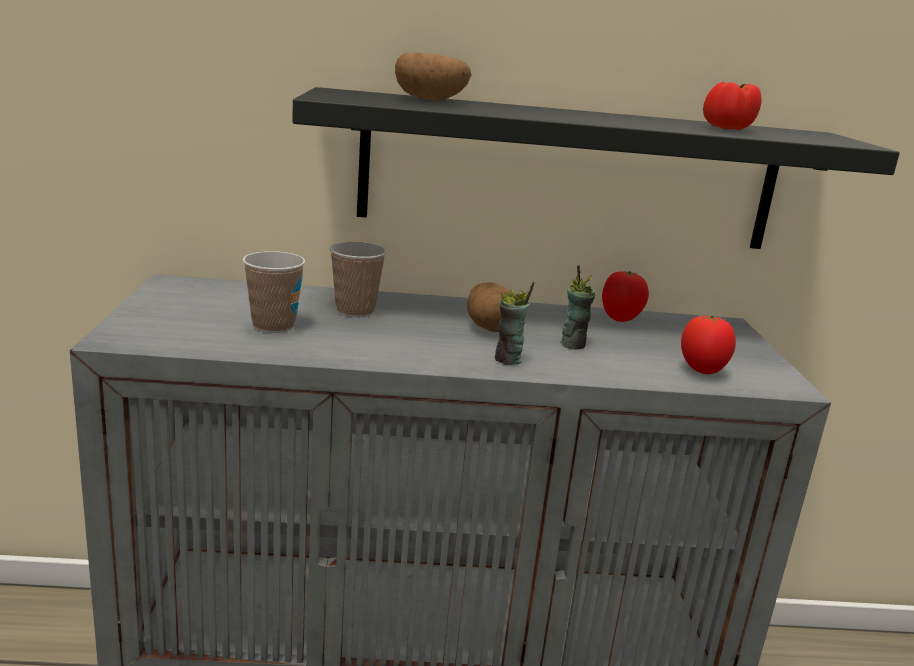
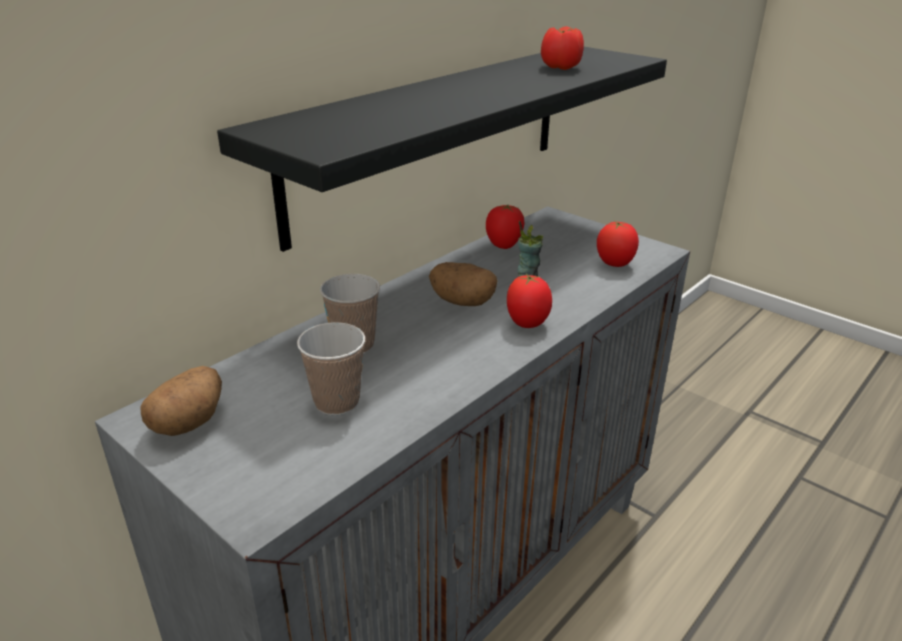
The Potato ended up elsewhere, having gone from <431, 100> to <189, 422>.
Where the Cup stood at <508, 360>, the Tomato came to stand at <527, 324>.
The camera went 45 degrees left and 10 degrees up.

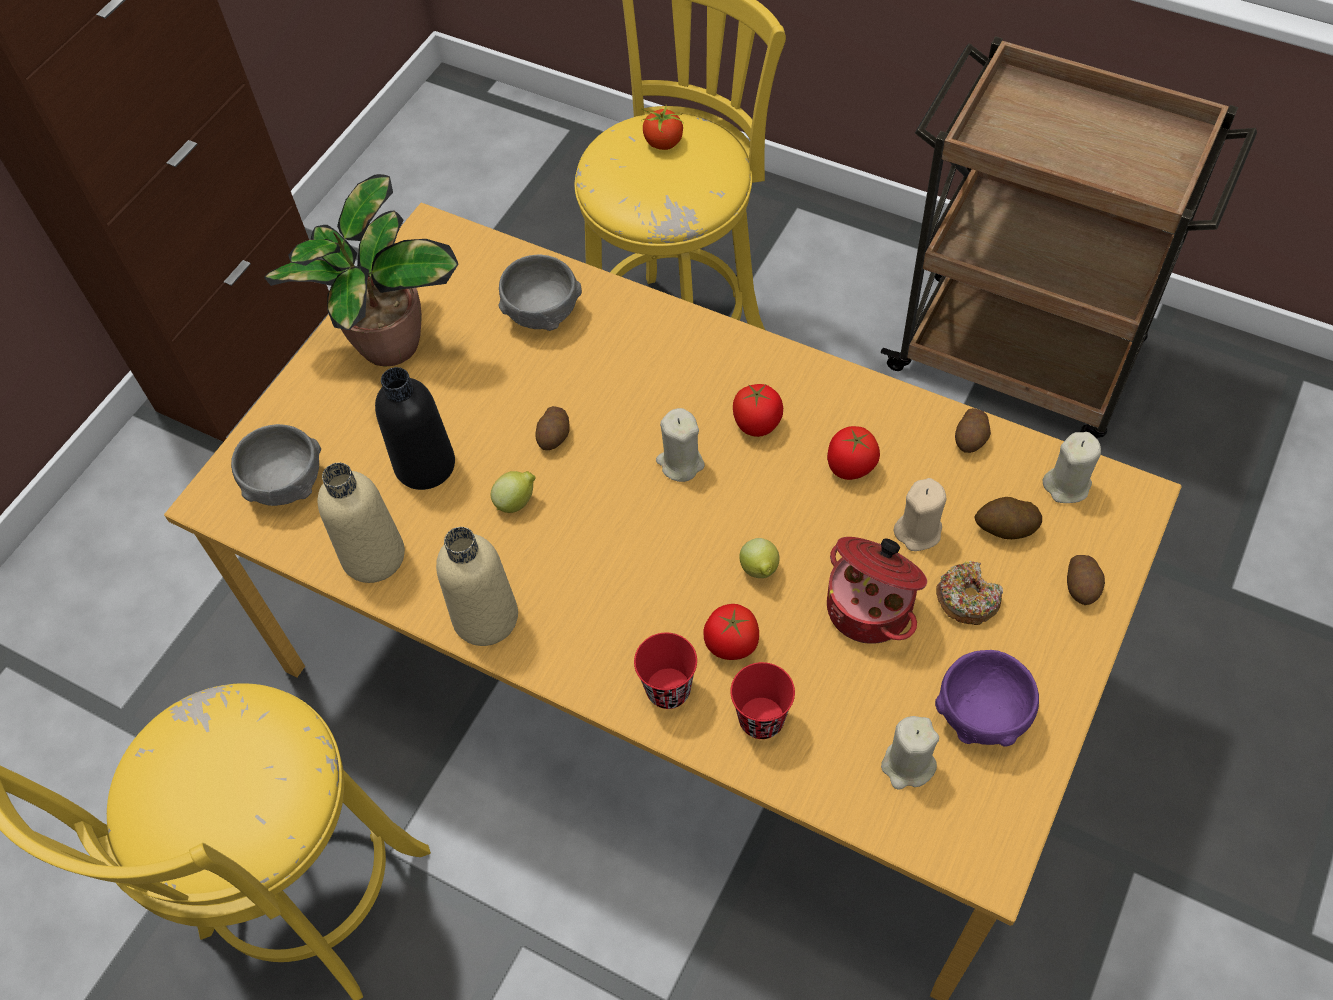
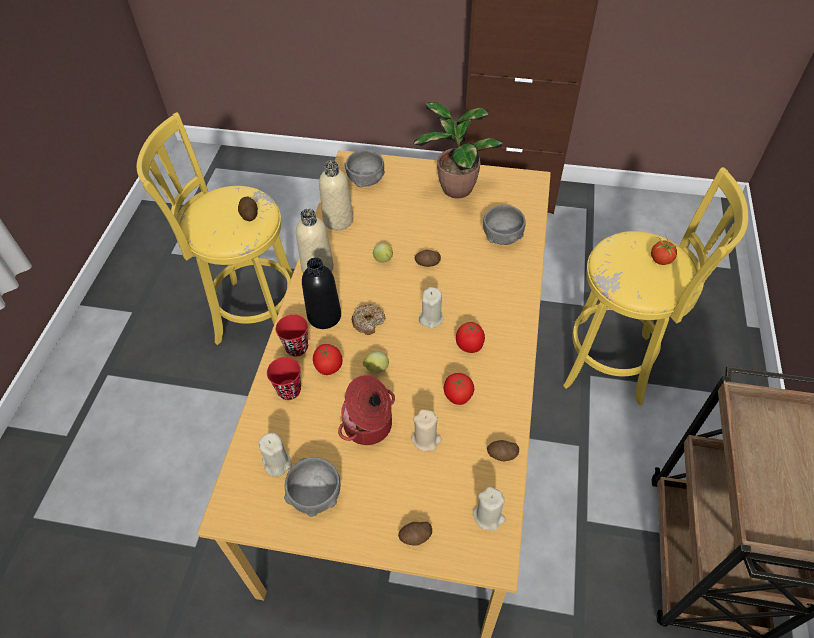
The BlackBottle ended up elsewhere, having gone from <425, 465> to <324, 316>.
The Donut ended up elsewhere, having gone from <967, 598> to <368, 322>.
The Potato ended up elsewhere, having gone from <1005, 528> to <249, 214>.
What was the PurpleBowl at <982, 715> turned into the GreyBowl at <315, 495>.
The camera went 70 degrees right and 5 degrees down.

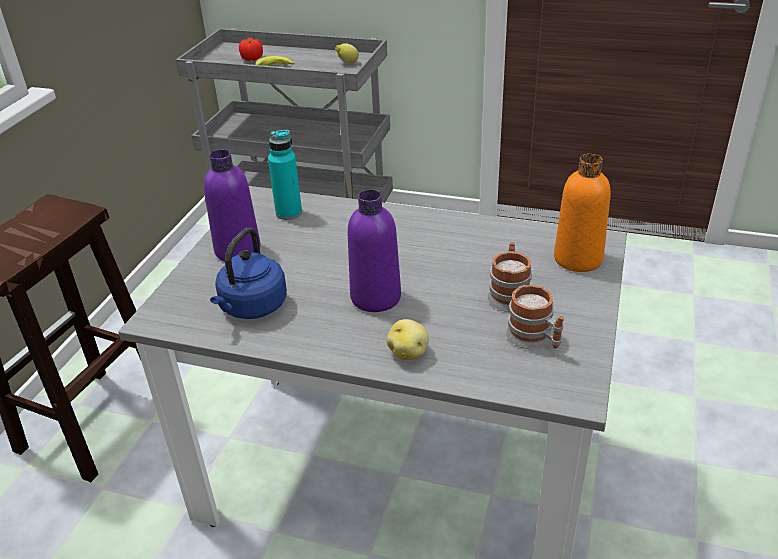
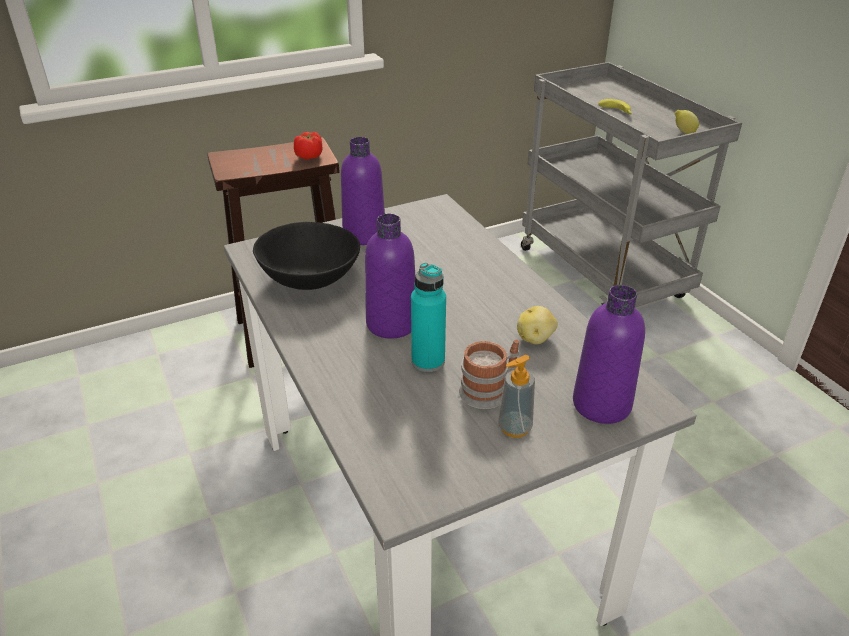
The second view lost the Mug at <535, 339>.
The second view gained the SoapDispenser at <514, 427>.
The Tomato ended up elsewhere, having gone from <252, 58> to <309, 156>.
The TurquoiseBottle ended up elsewhere, having gone from <289, 213> to <428, 361>.
The Potato ended up elsewhere, having gone from <408, 352> to <535, 338>.
Where the BlueKettle stood at <252, 308>, the BlackBowl came to stand at <309, 278>.
What was the OrangeBottle at <578, 259> turned into the PurpleBottle at <601, 404>.
The camera went 45 degrees right and 0 degrees up.

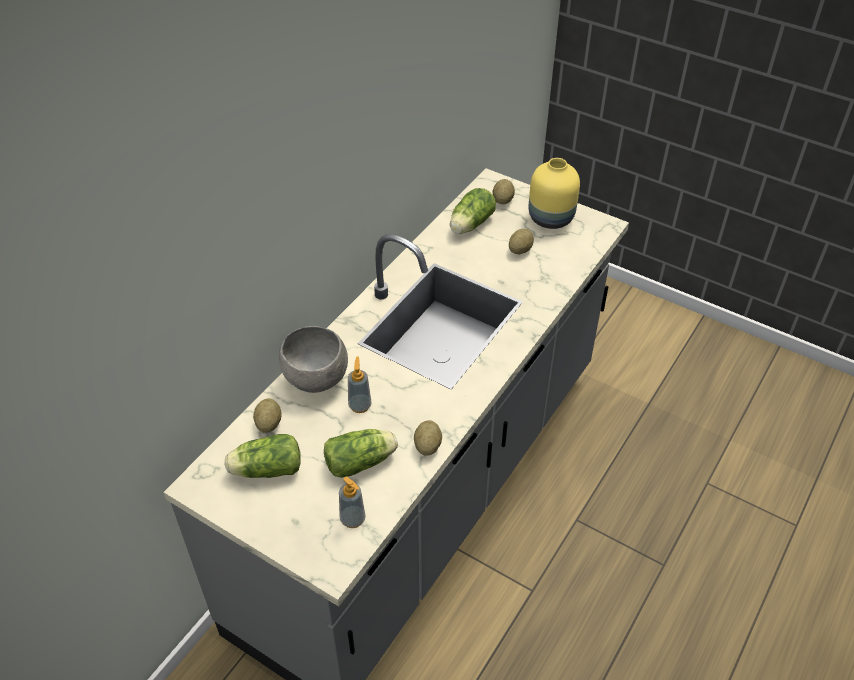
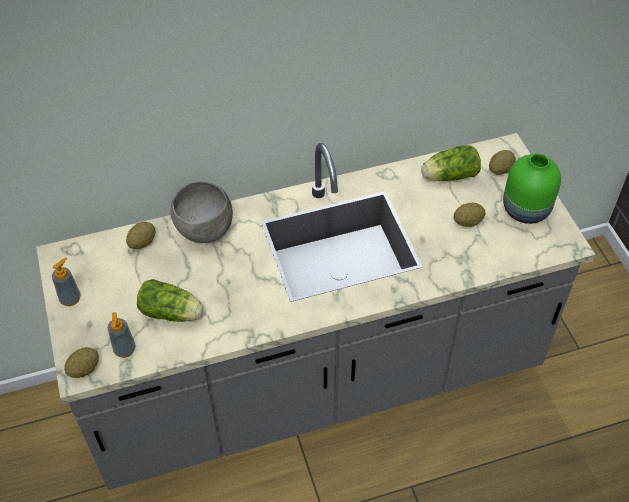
The second view lost the Lettuce at <265, 470>.
The SoapDispenser ended up elsewhere, having gone from <360, 405> to <70, 299>.
The Potato ended up elsewhere, having gone from <427, 446> to <84, 369>.
What was the YellowVase at <552, 218> turned into the GreenVase at <527, 210>.
The camera went 40 degrees right and 5 degrees up.

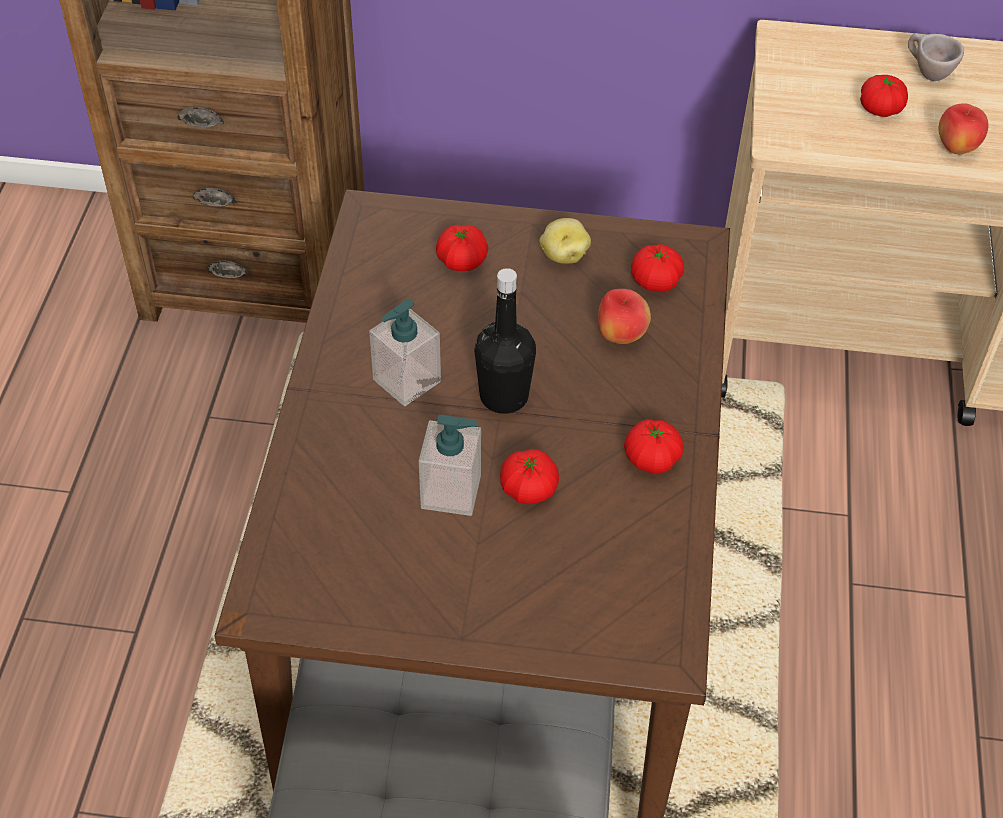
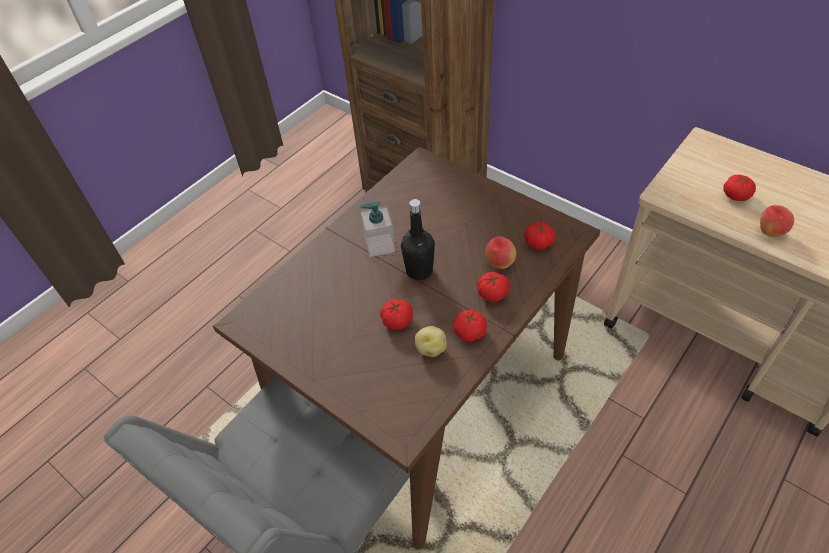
The second view lost the SoapDispenser at <451, 492>.
The second view lost the BeigeCup at <926, 73>.
The Tomato ended up elsewhere, having gone from <462, 261> to <492, 293>.
The Potato ended up elsewhere, having gone from <563, 255> to <431, 348>.
The camera went 35 degrees right and 0 degrees up.

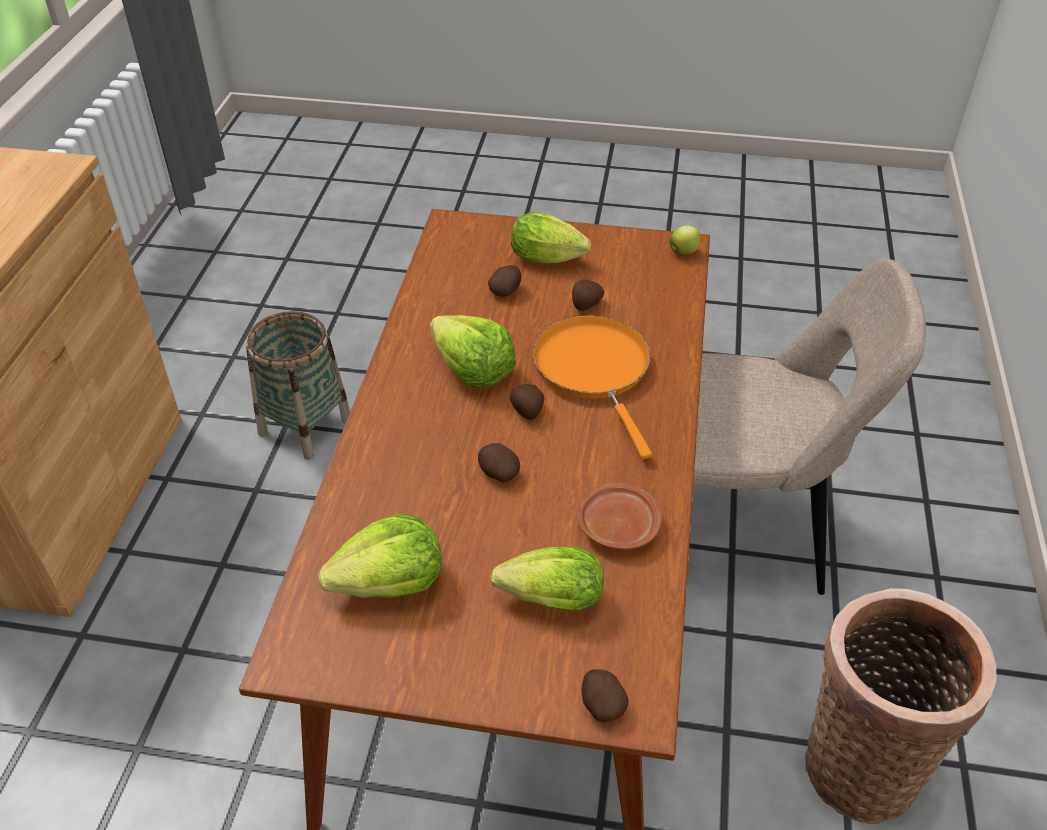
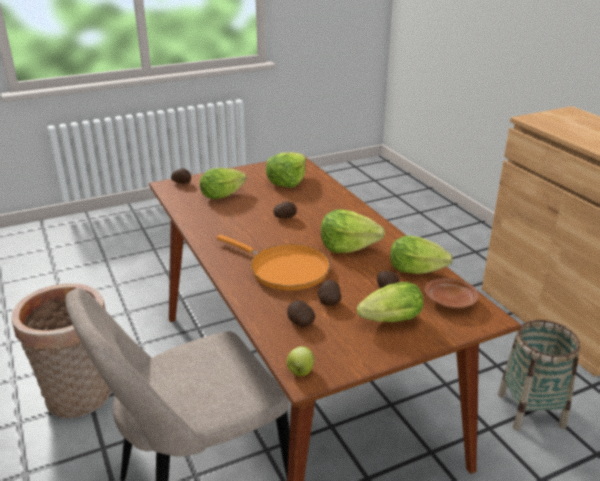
The second view gained the Lettuce at <419, 271>.
The Potato ended up elsewhere, having gone from <527, 411> to <299, 323>.
The BrownPlate ended up elsewhere, having gone from <617, 525> to <451, 301>.
The camera went 145 degrees right and 15 degrees down.

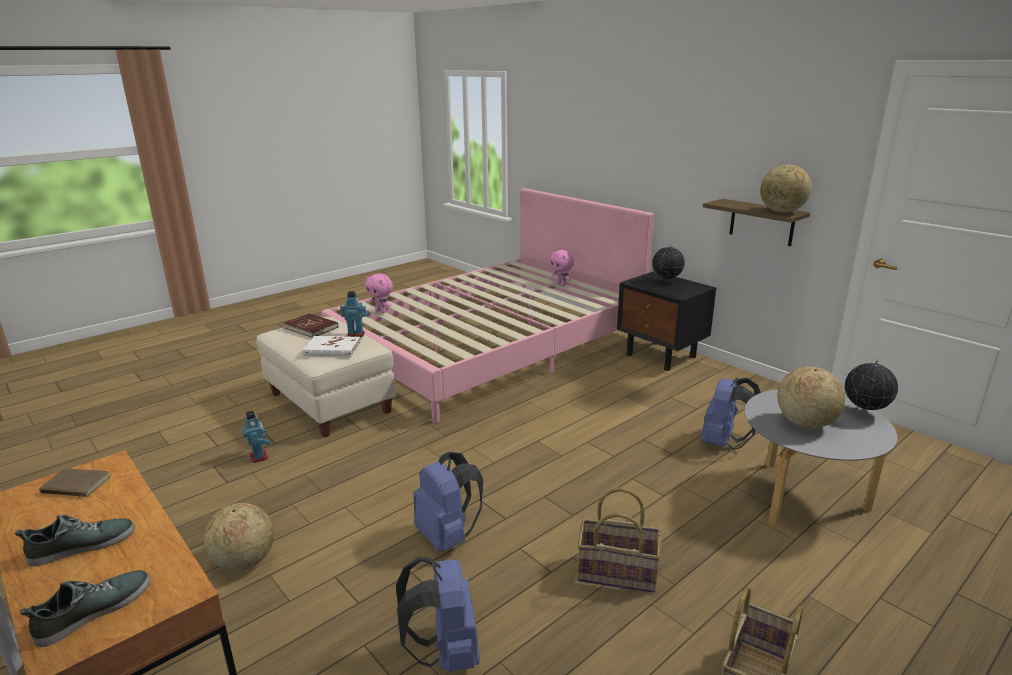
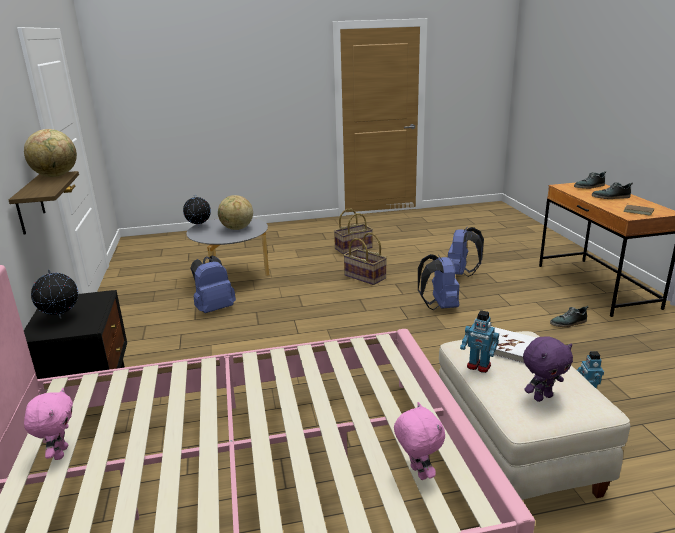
Where the Globe stood at <244, 562>, the Shoe came to stand at <568, 323>.
Where the RedBook stood at <311, 327>, the PurplePlushToy came to stand at <542, 397>.
The camera went 150 degrees left and 0 degrees up.

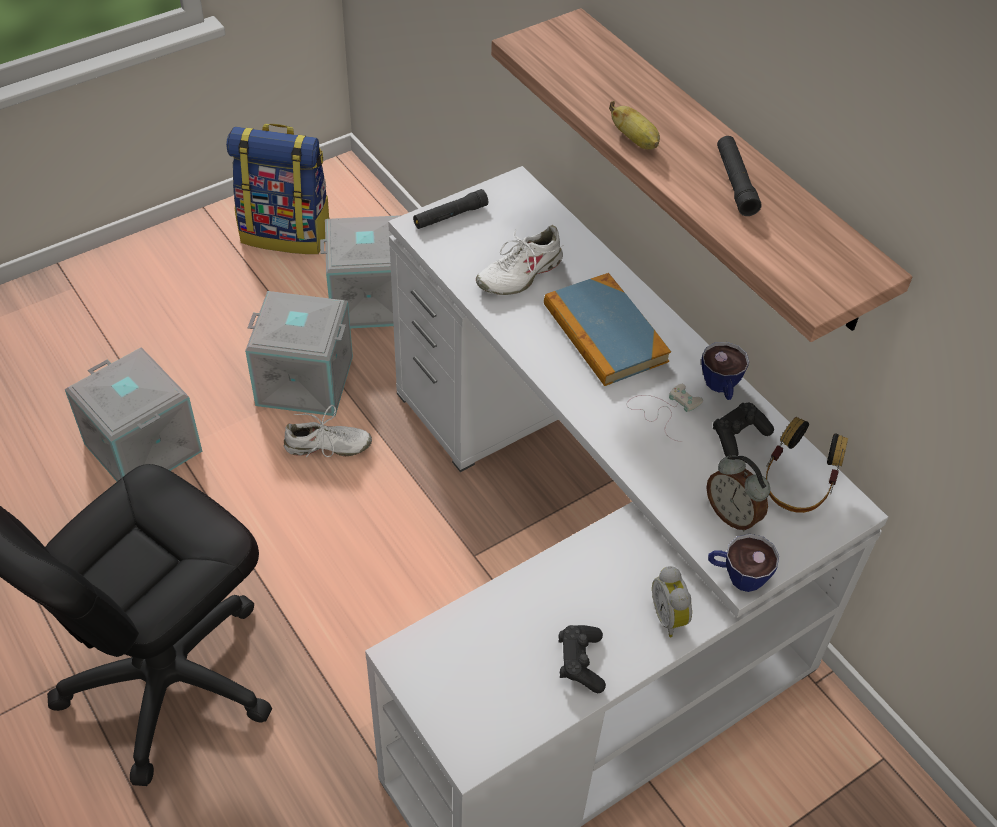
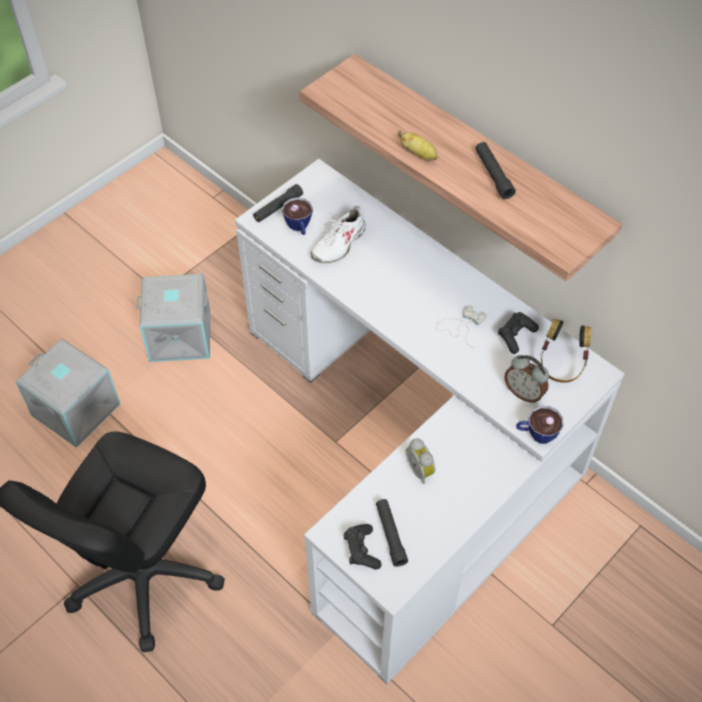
The second view lost the Backpack at <287, 233>.
The second view lost the WhiteShoe at <327, 447>.
The second view lost the GreyStorageBox at <369, 298>.
The second view lost the Book at <604, 333>.
The second view gained the BlackFlashlight at <390, 535>.
The BlackGameController ended up elsewhere, having gone from <580, 663> to <361, 550>.
The AlarmClock ended up elsewhere, having gone from <670, 617> to <421, 470>.
The Cup ended up elsewhere, having gone from <721, 387> to <299, 227>.
The camera went 10 degrees left and 5 degrees up.

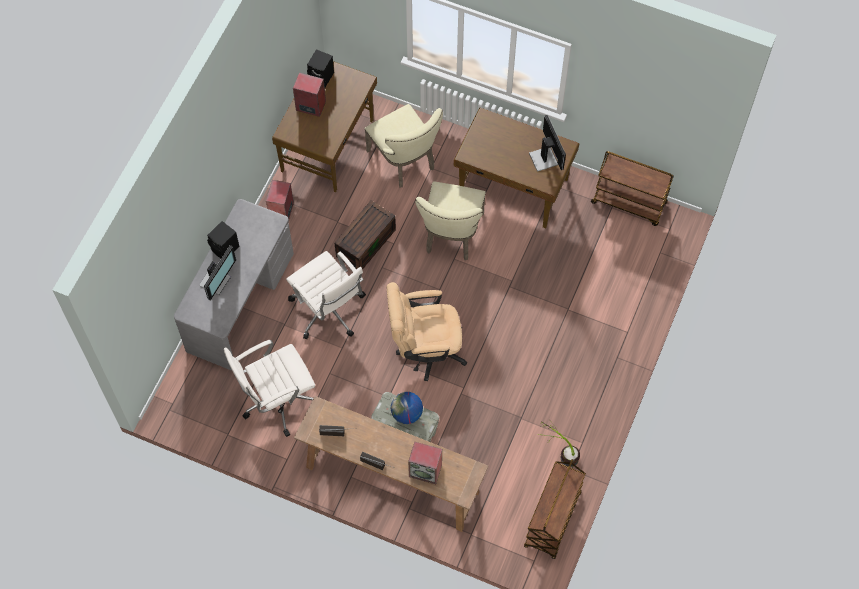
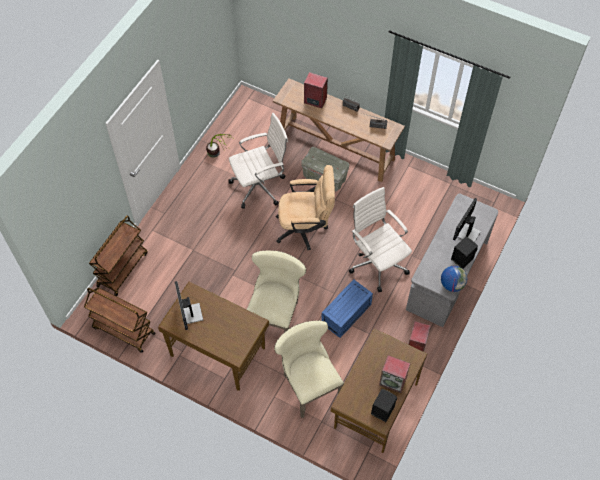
The WhiteOfficeChair ended up elsewhere, having gone from <277, 400> to <260, 186>.
The Globe ended up elsewhere, having gone from <406, 414> to <452, 284>.
The BrownCart ended up elsewhere, having gone from <553, 520> to <122, 269>.
What was the BrownStorageBox at <365, 242> turned into the BlueStorageBox at <346, 315>.
The camera went 175 degrees left and 5 degrees down.

